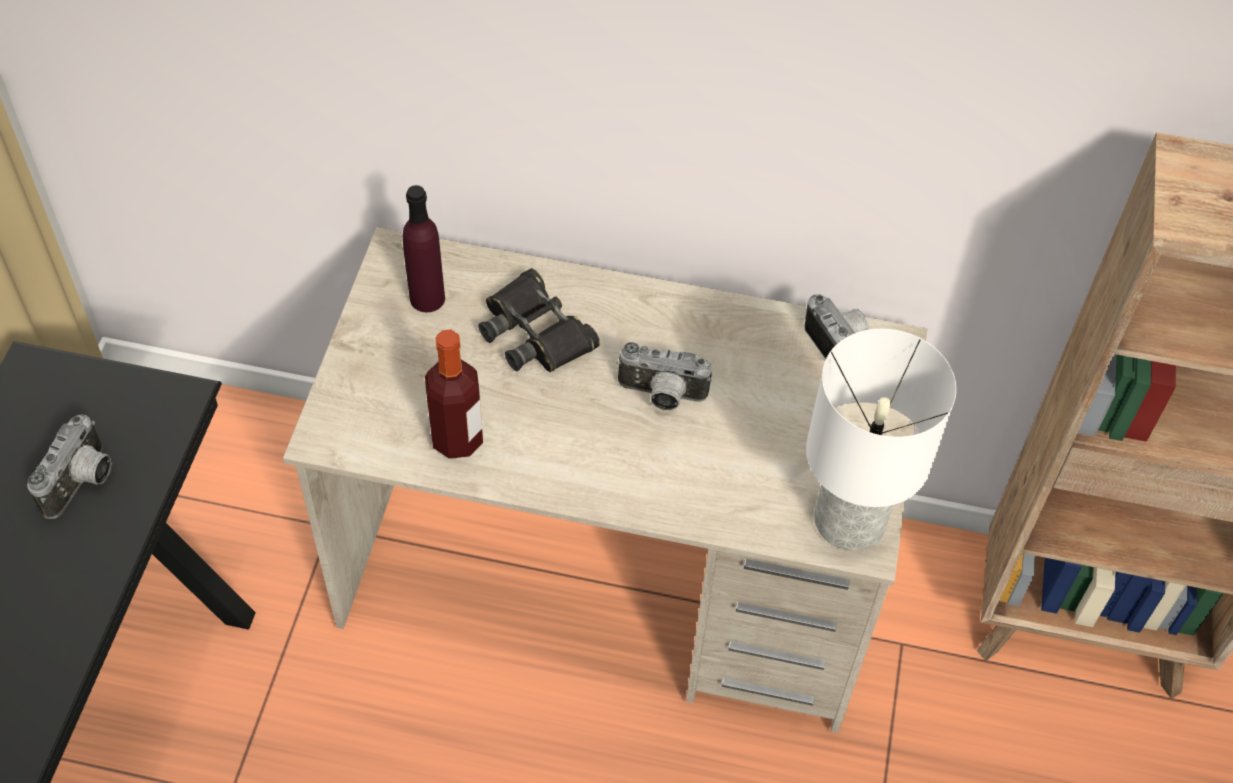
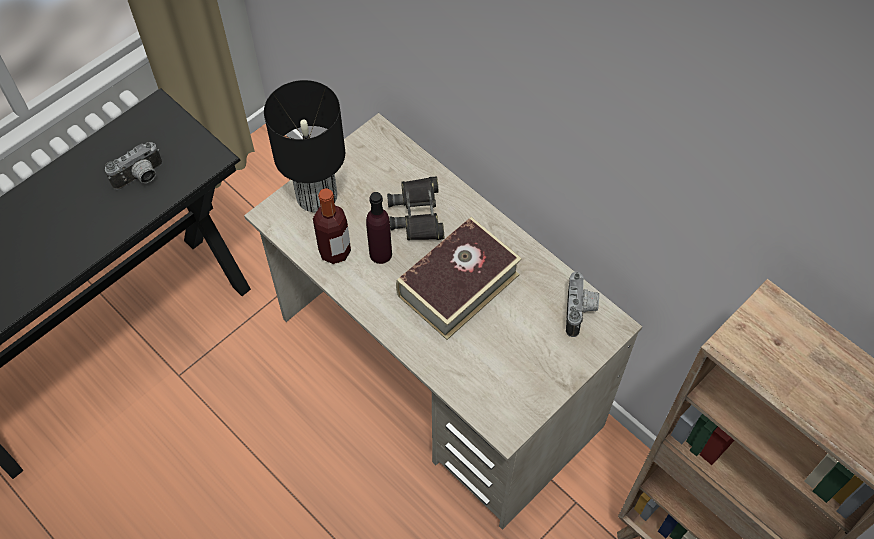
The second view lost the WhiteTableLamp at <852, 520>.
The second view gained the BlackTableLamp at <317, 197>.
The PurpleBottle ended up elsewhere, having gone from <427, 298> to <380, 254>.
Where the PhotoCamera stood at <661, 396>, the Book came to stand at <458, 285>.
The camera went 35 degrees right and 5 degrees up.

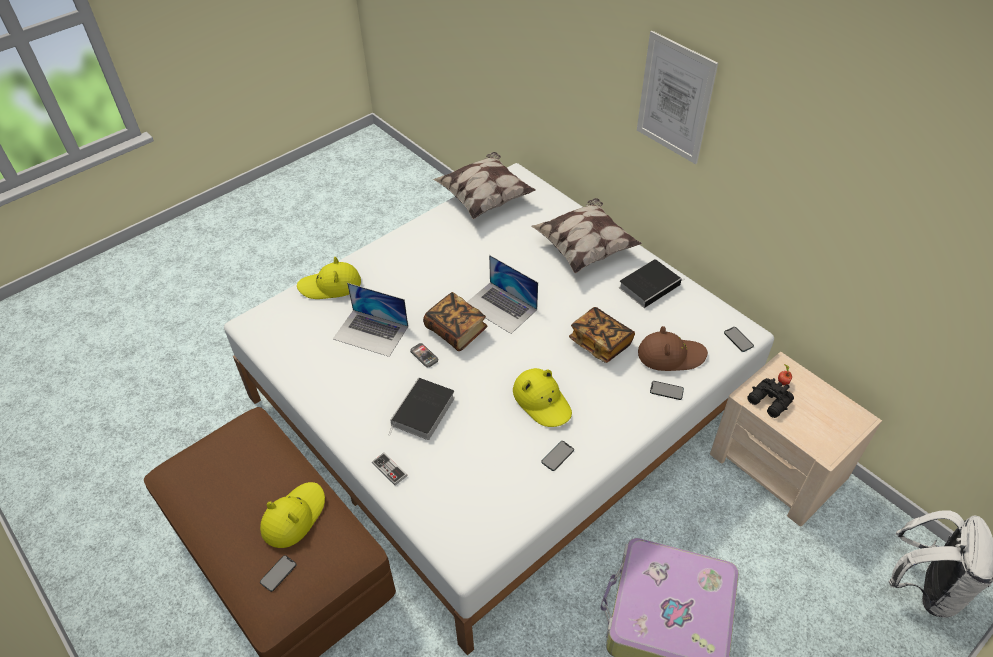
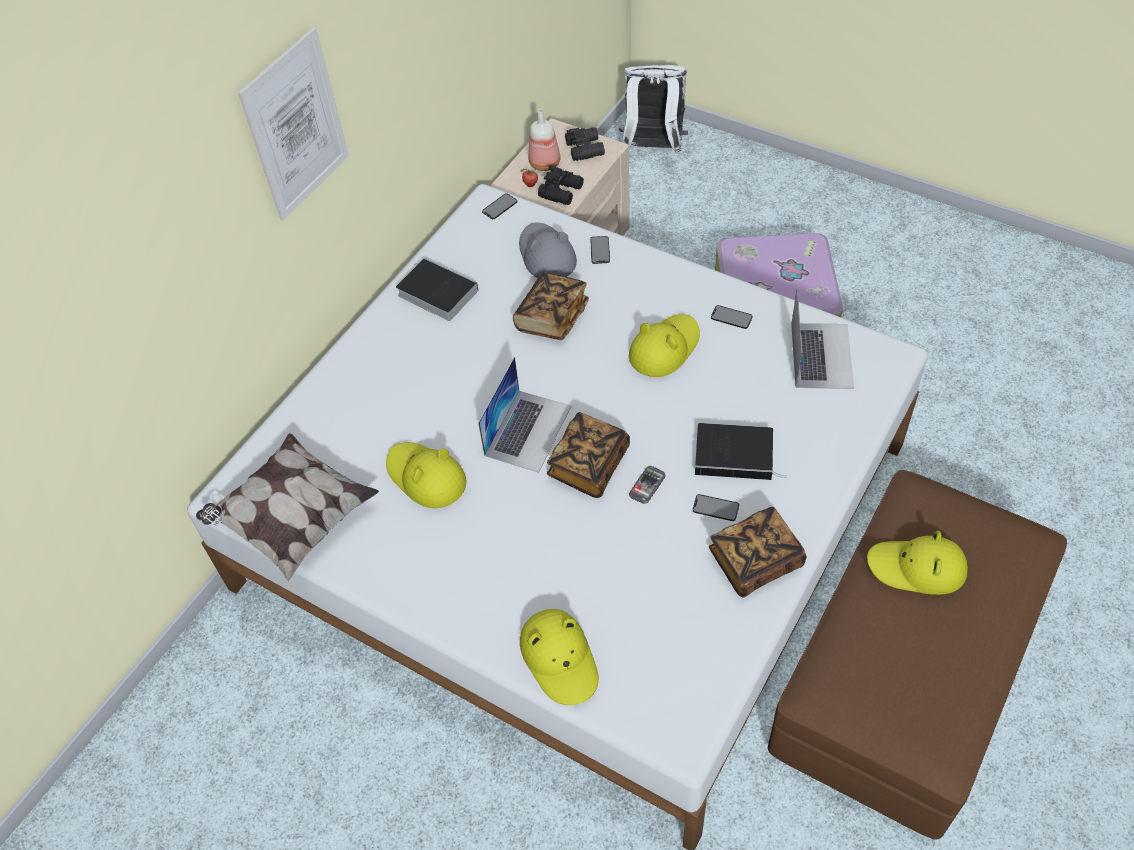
The second view lost the GameController at <389, 469>.
The second view lost the Pillow at <585, 248>.
The second view gained the YellowHat at <426, 477>.
The second view gained the Bottle at <544, 163>.
The second view gained the BlackBinoculars at <585, 148>.
The second view gained the Book at <755, 562>.
The Phone ended up elsewhere, having gone from <278, 573> to <715, 508>.
The Laptop ended up elsewhere, having gone from <371, 332> to <821, 355>.
What was the BrownHat at <670, 355> turned into the GreyHat at <546, 255>.
The camera went 105 degrees left and 5 degrees up.

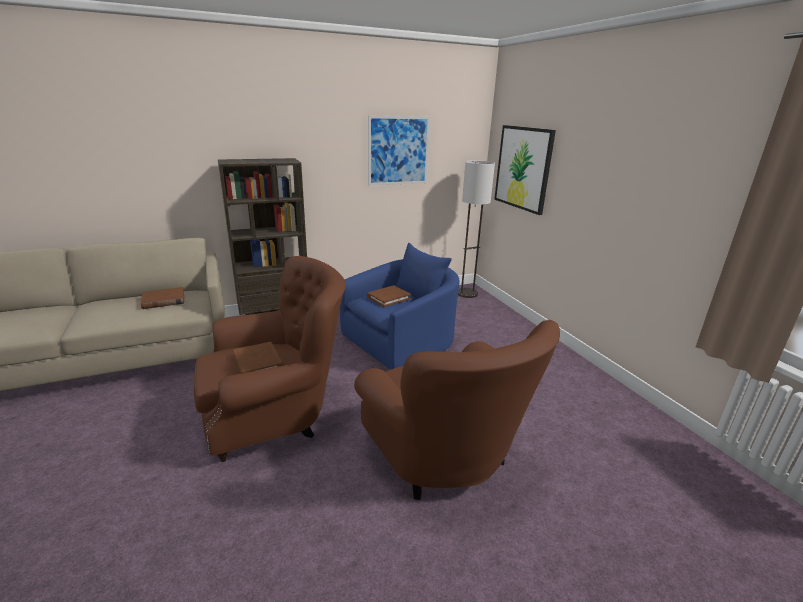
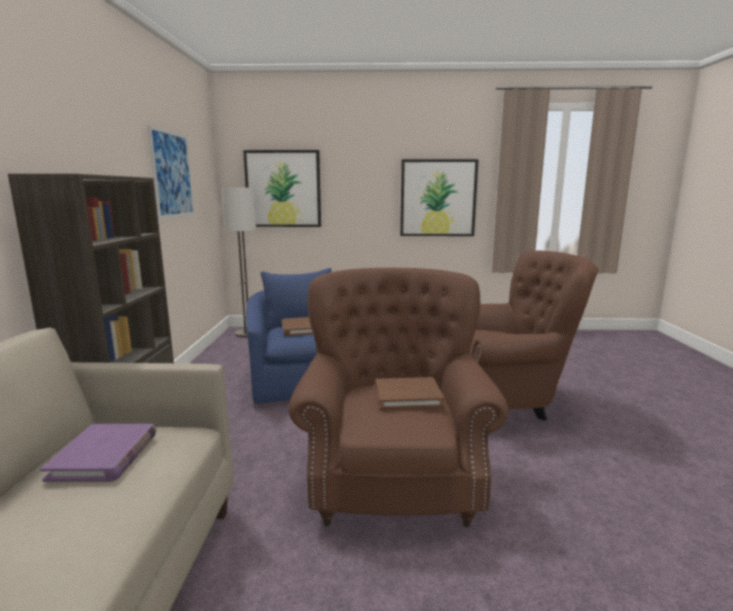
The second view gained the Picture at <438, 198>.
What was the BrownBook at <163, 300> turned into the PurpleBook at <105, 456>.
The camera went 65 degrees left and 10 degrees down.

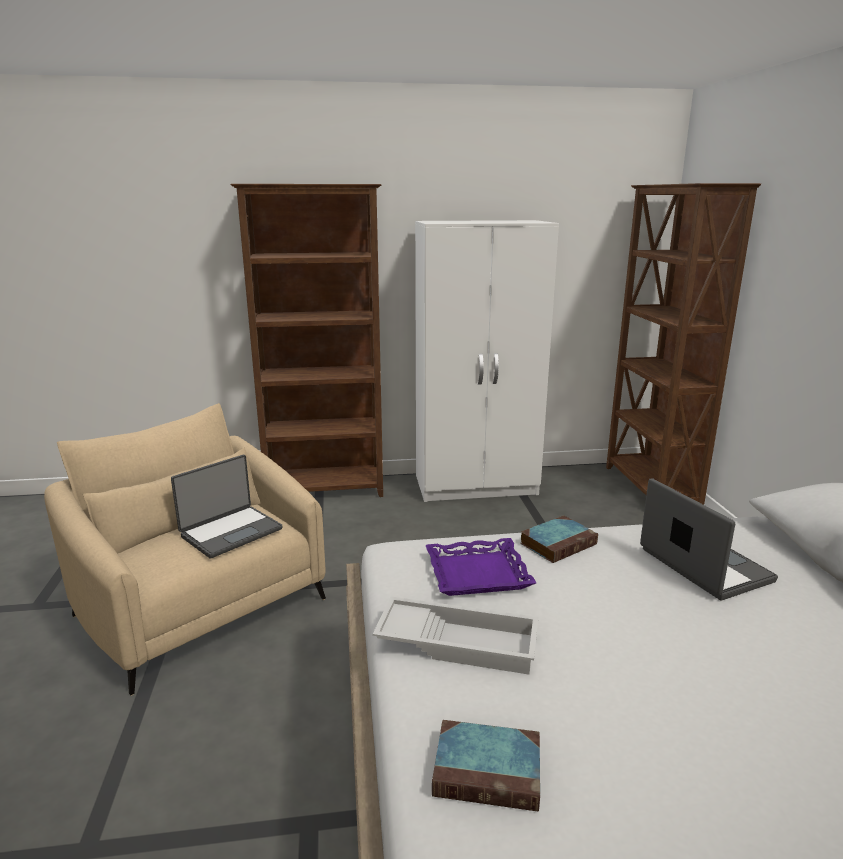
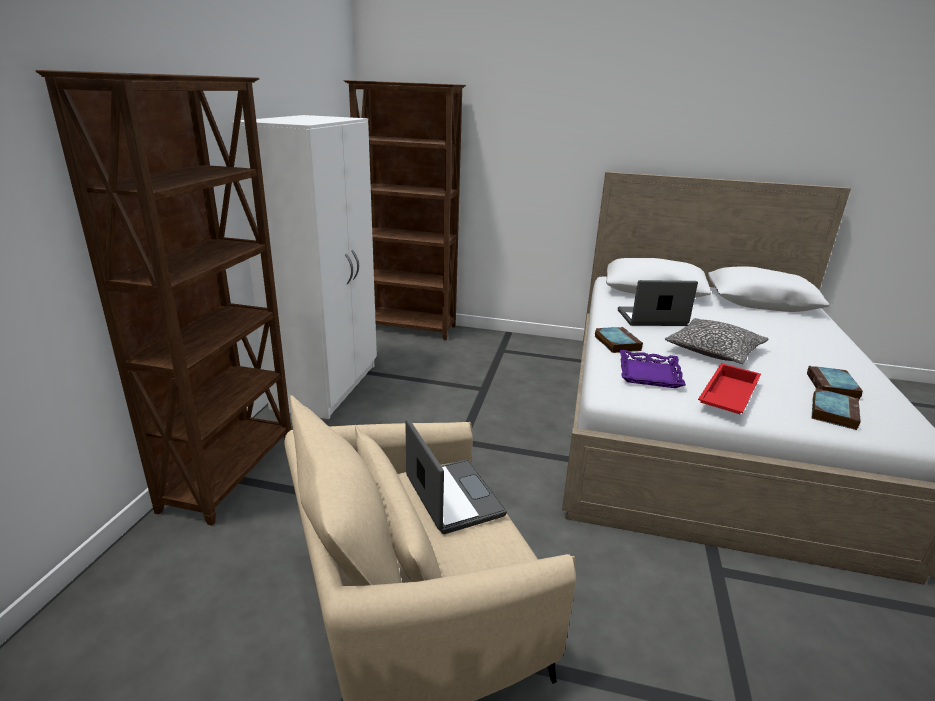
The second view gained the Pillow at <714, 351>.
The second view gained the Book at <832, 387>.
What was the WhiteTray at <458, 641> turned into the RedTray at <726, 396>.
The camera went 70 degrees left and 5 degrees up.

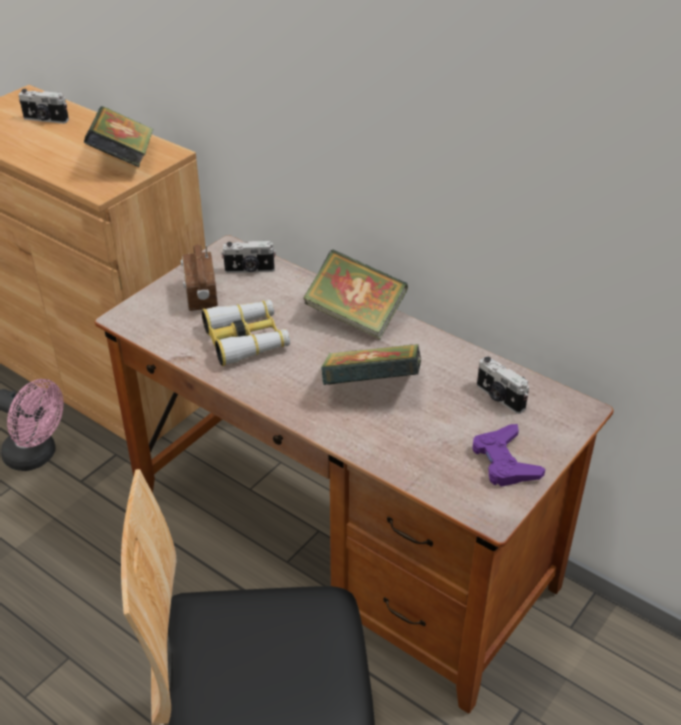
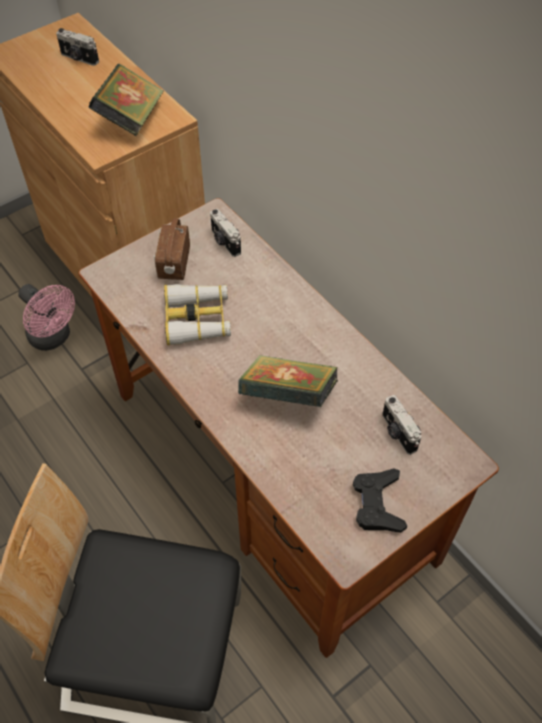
The second view lost the Book at <355, 317>.
What was the PurpleGameController at <504, 461> turned into the BlackGameController at <377, 503>.
The PhotoCamera at <249, 270> ended up facing another way, 45 degrees clockwise from before.
The camera went 15 degrees right and 15 degrees up.

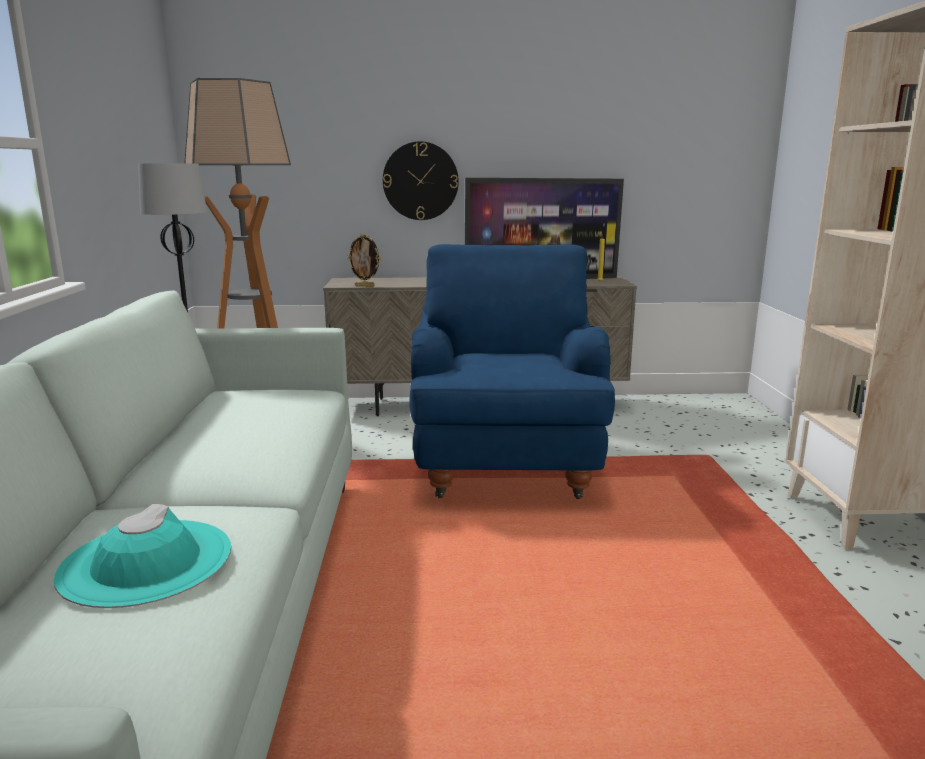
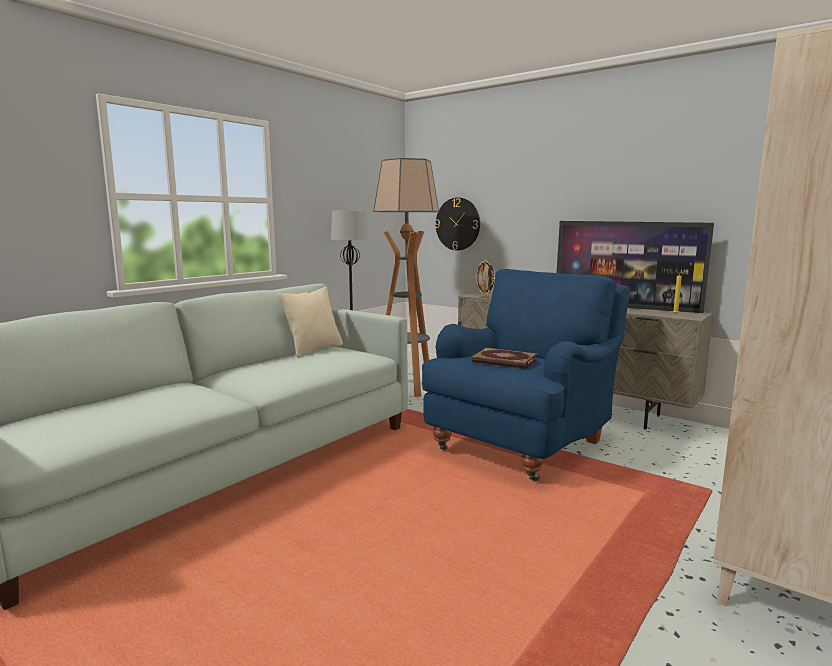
The second view lost the TurquoiseHat at <146, 562>.
The second view gained the BeigePillow at <314, 350>.
The second view gained the Book at <504, 361>.
The WallClock ended up elsewhere, having gone from <420, 181> to <457, 224>.
The camera went 40 degrees right and 5 degrees down.

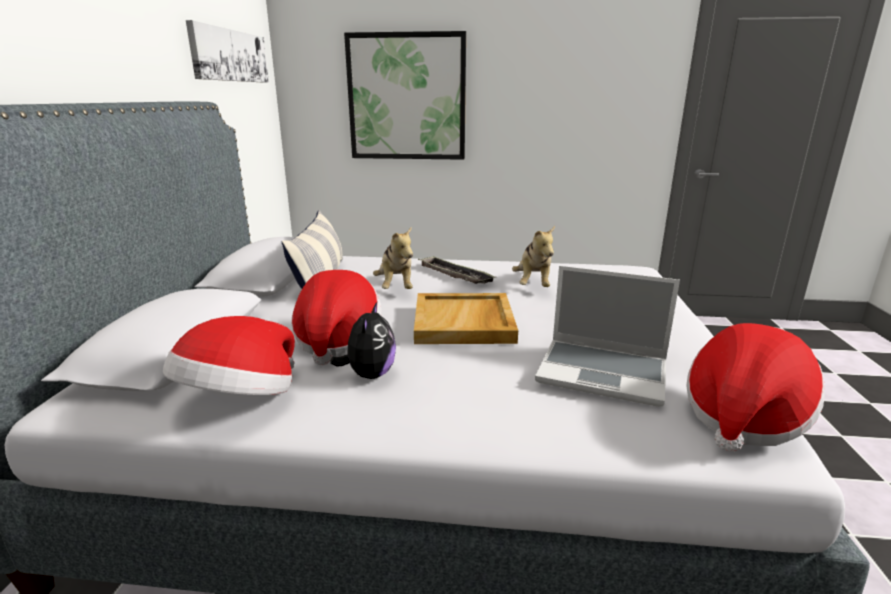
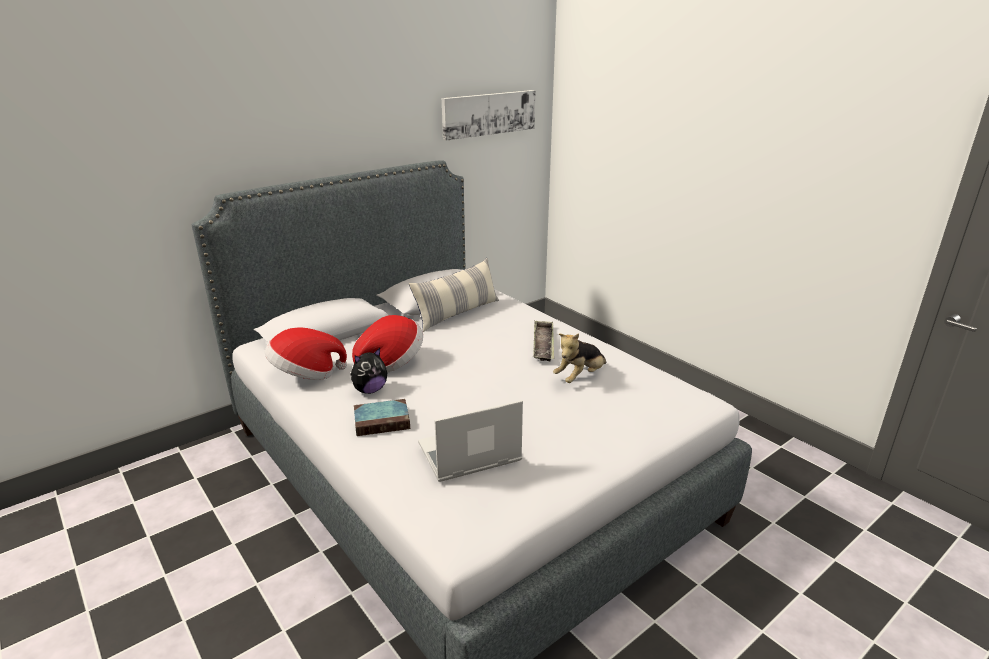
The second view lost the Picture at <407, 97>.
The second view lost the PlushToy at <396, 287>.
The second view lost the BeigeTray at <464, 323>.
The second view lost the Hat at <743, 417>.
The second view gained the Book at <383, 421>.
The Laptop at <604, 373> ended up facing another way, 90 degrees clockwise from before.
The camera went 45 degrees right and 5 degrees up.

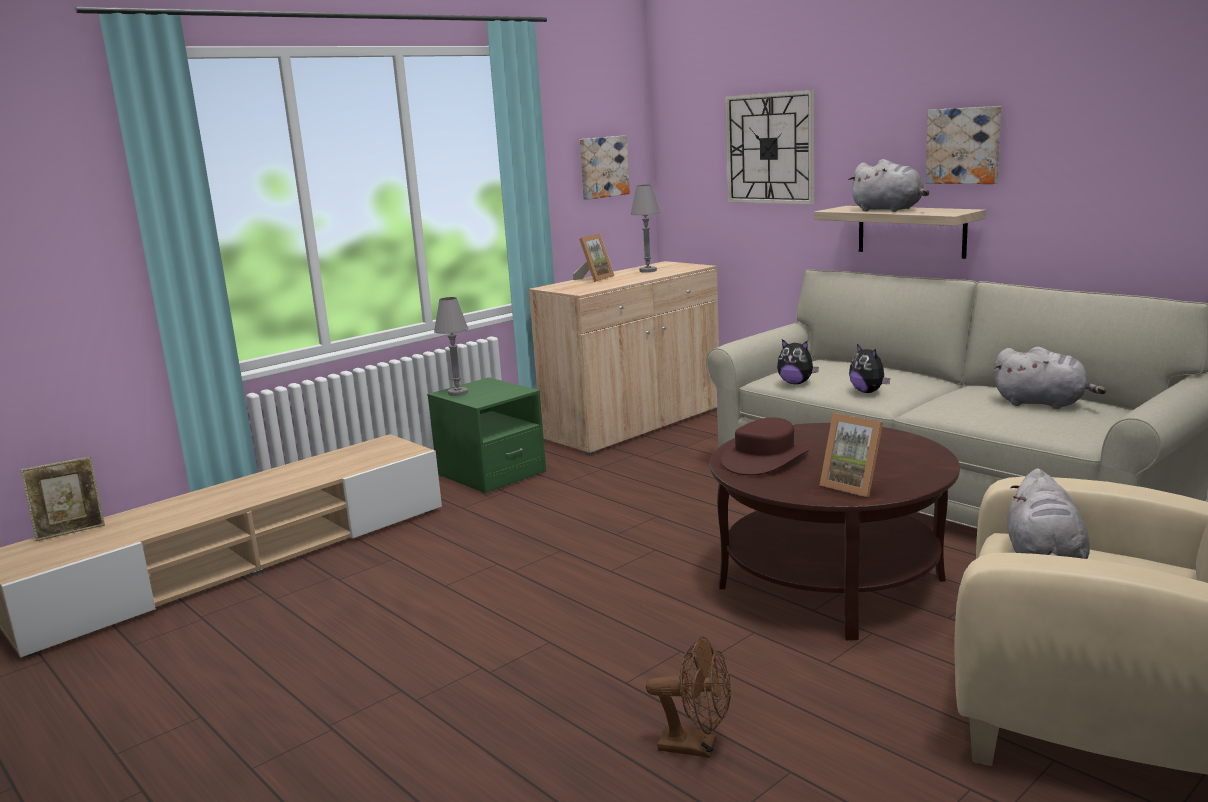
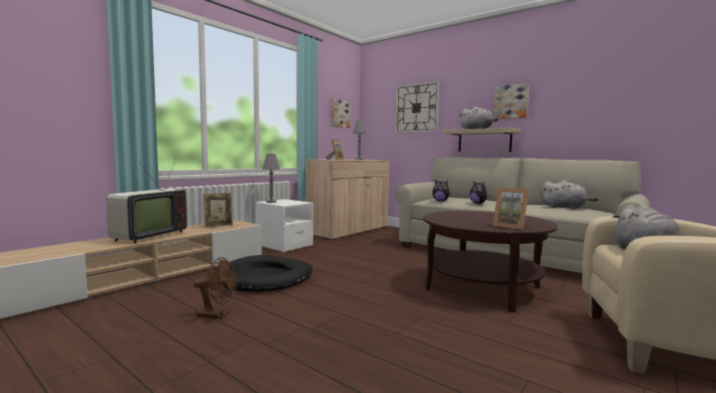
The second view lost the BrownHat at <764, 459>.
The second view gained the Television at <147, 236>.
The second view gained the BlackDogBed at <265, 278>.
The PictureFrame ended up elsewhere, having gone from <71, 532> to <218, 226>.
The BrownFan ended up elsewhere, having gone from <697, 746> to <218, 315>.
What was the GreenNightstand at <491, 474> turned into the WhiteNightstand at <284, 245>.
The camera went 10 degrees left and 10 degrees down.

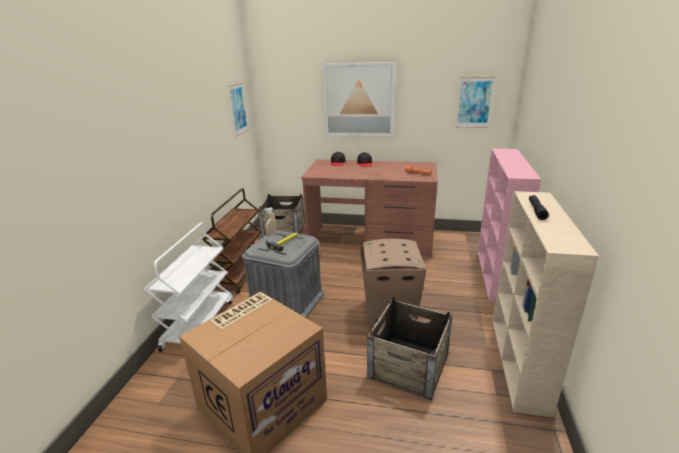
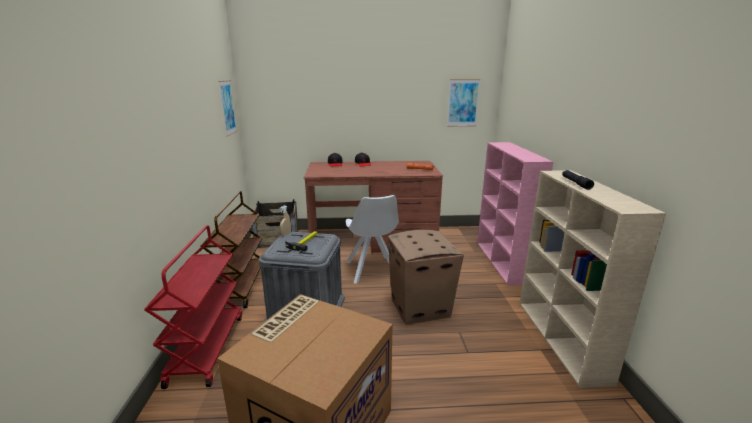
The second view lost the Picture at <359, 100>.
The second view lost the Crate at <409, 365>.
The second view gained the WhiteChair at <372, 270>.
What was the WhiteCart at <199, 324> turned into the RedCart at <206, 348>.
The camera went 15 degrees left and 5 degrees down.

